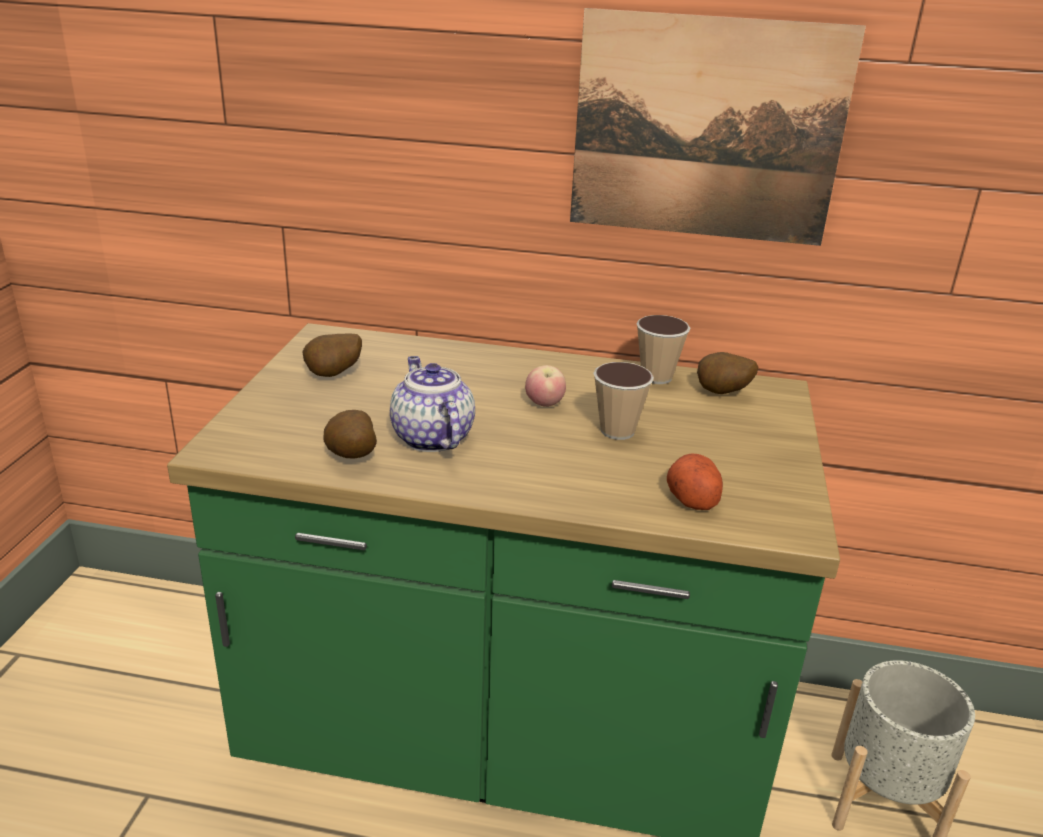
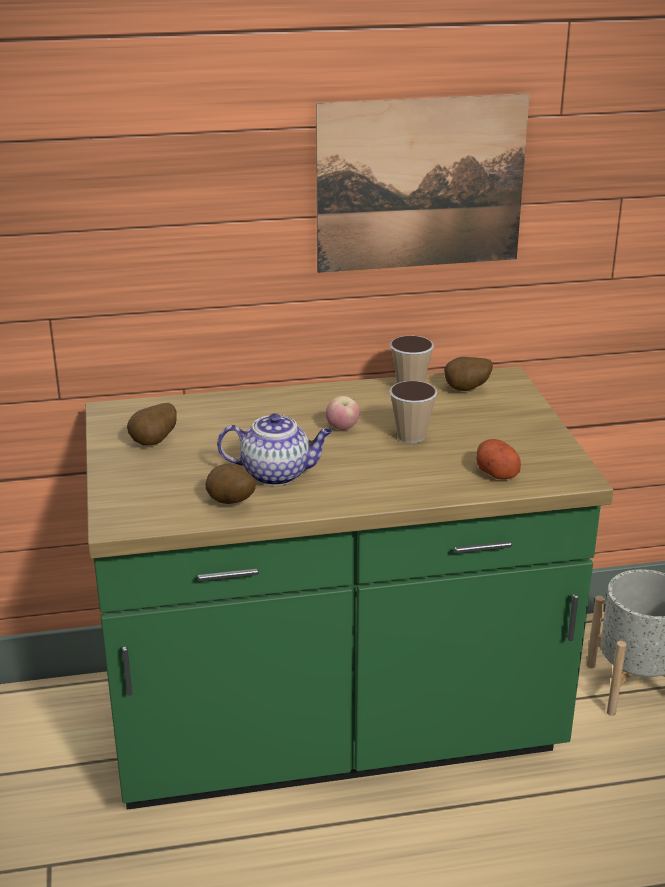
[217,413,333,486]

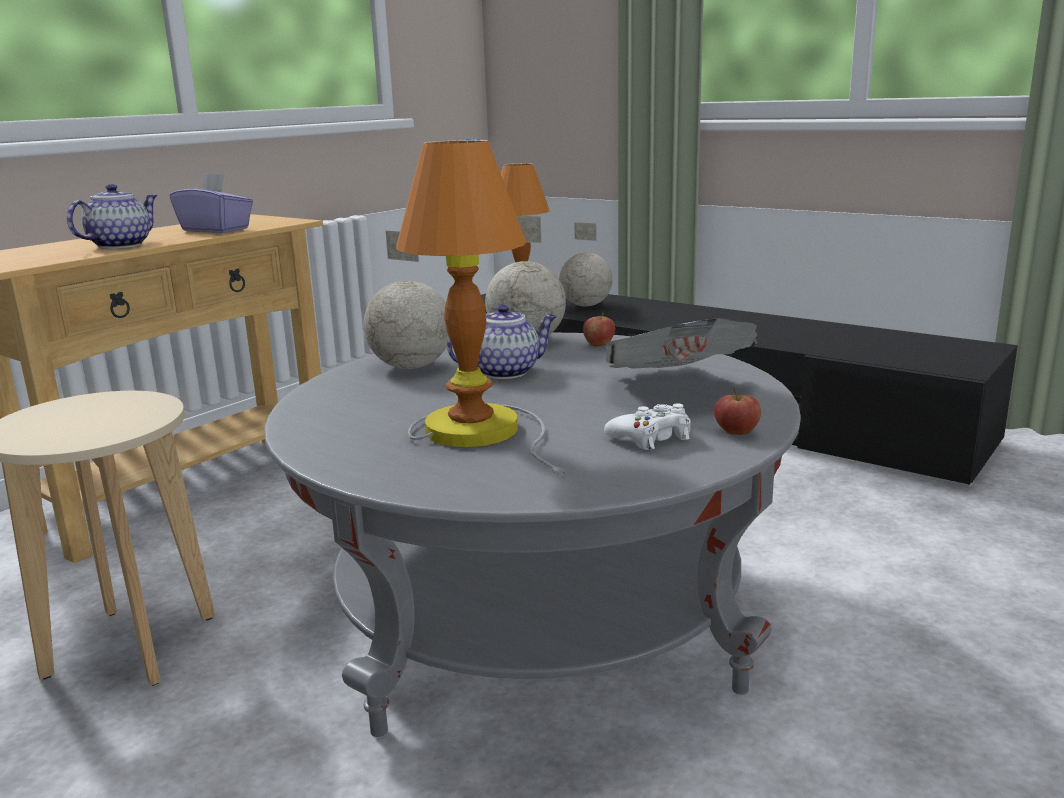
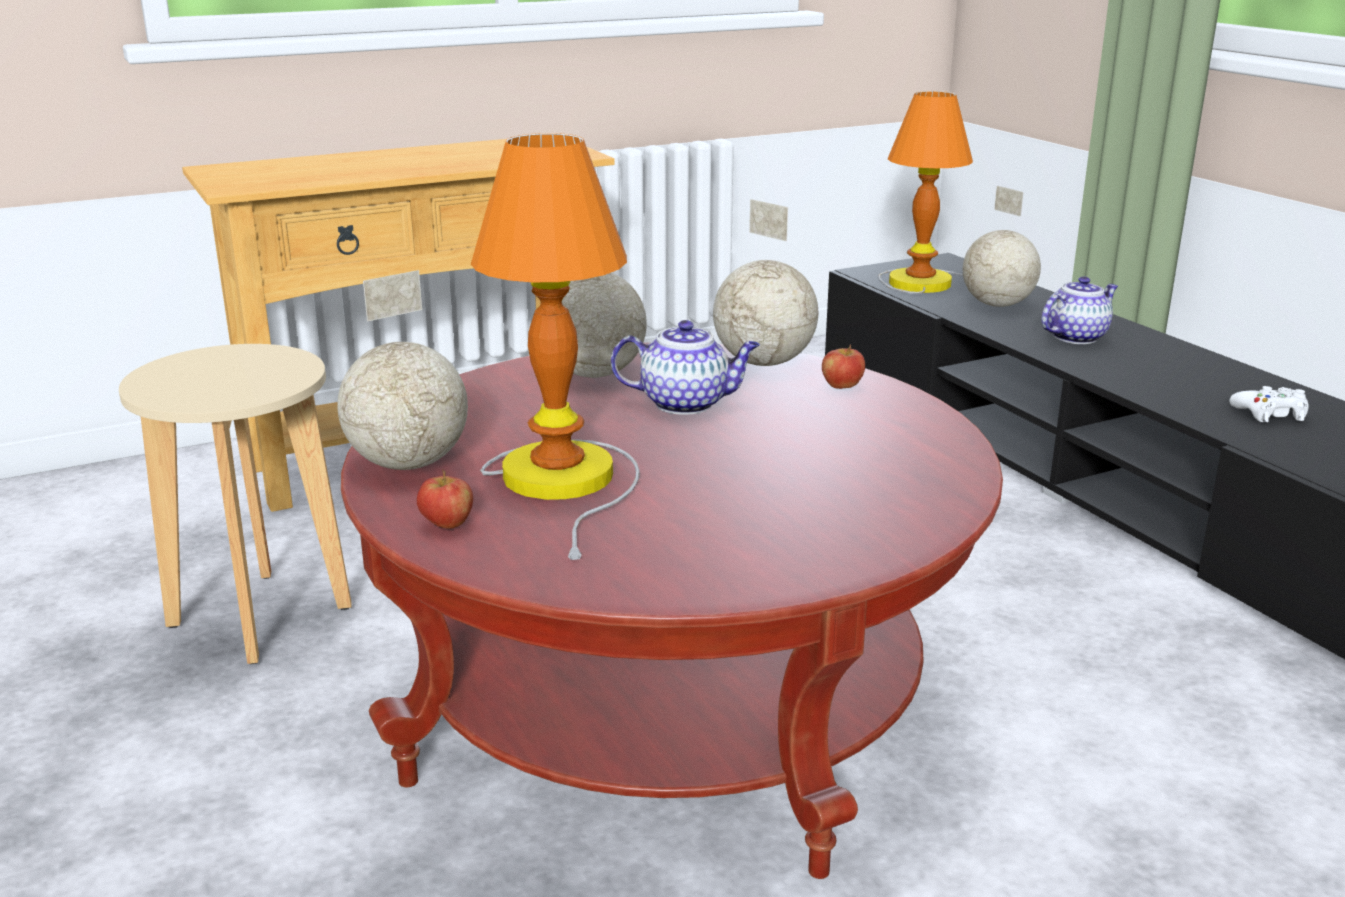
[170,173,253,233] (first image)
[606,318,757,369] (first image)
[337,270,468,470]
[1041,276,1118,344]
[1229,386,1309,422]
[417,469,473,529]
[341,343,1003,879]

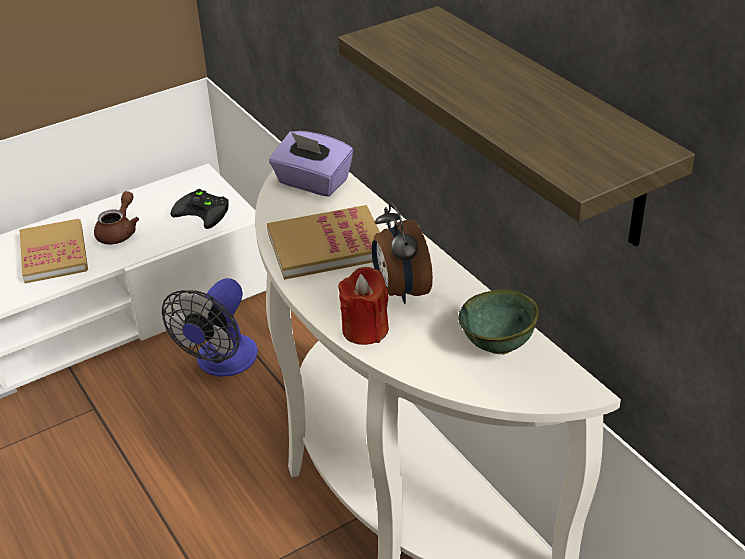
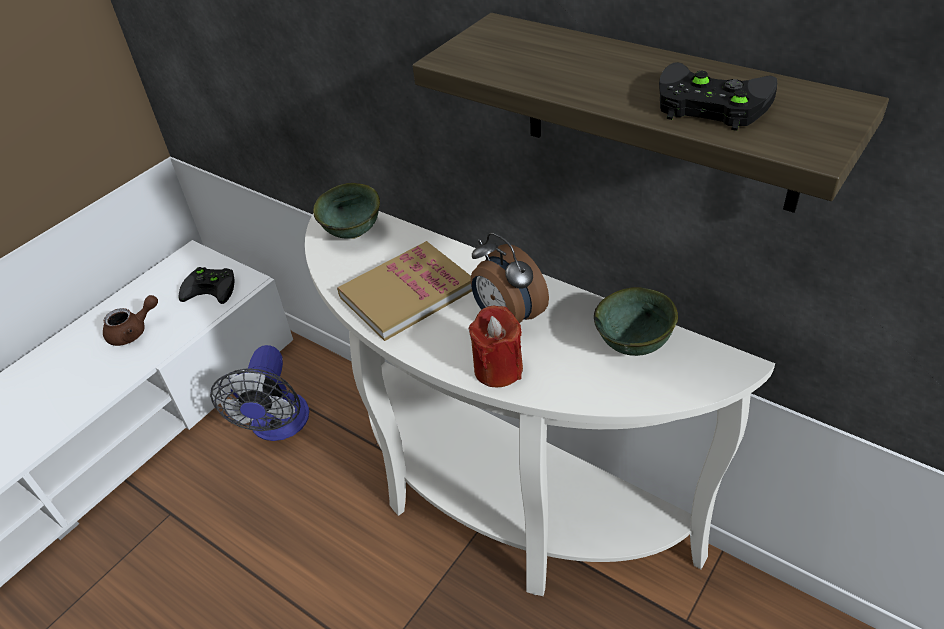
[20,219,88,283] (first image)
[659,62,777,131]
[313,183,380,239]
[103,295,158,346]

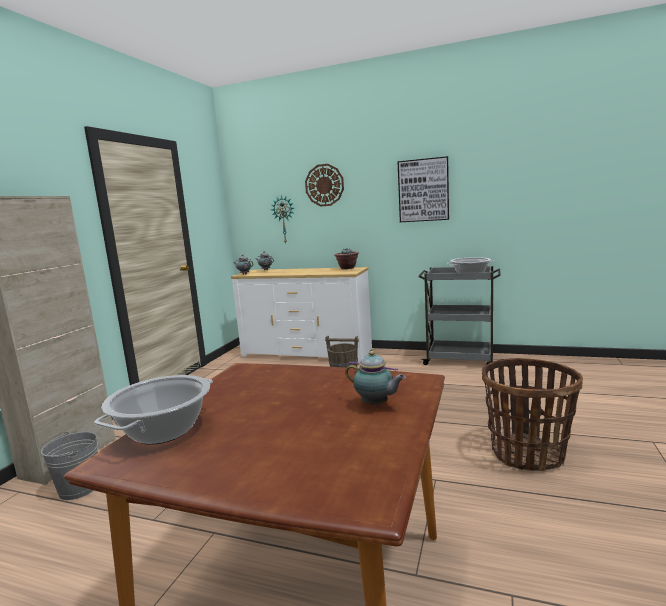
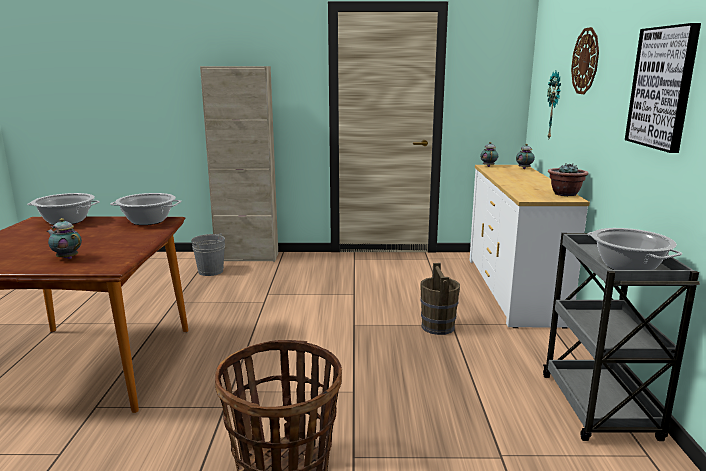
[110,193,182,225]
[47,218,82,259]

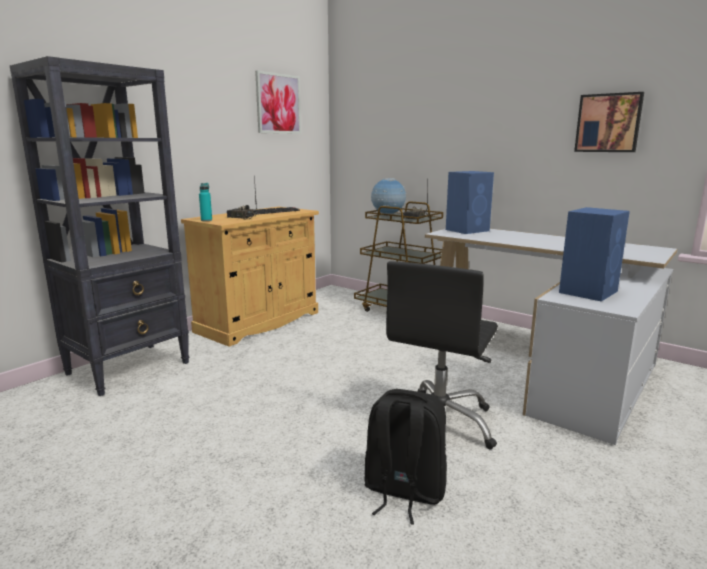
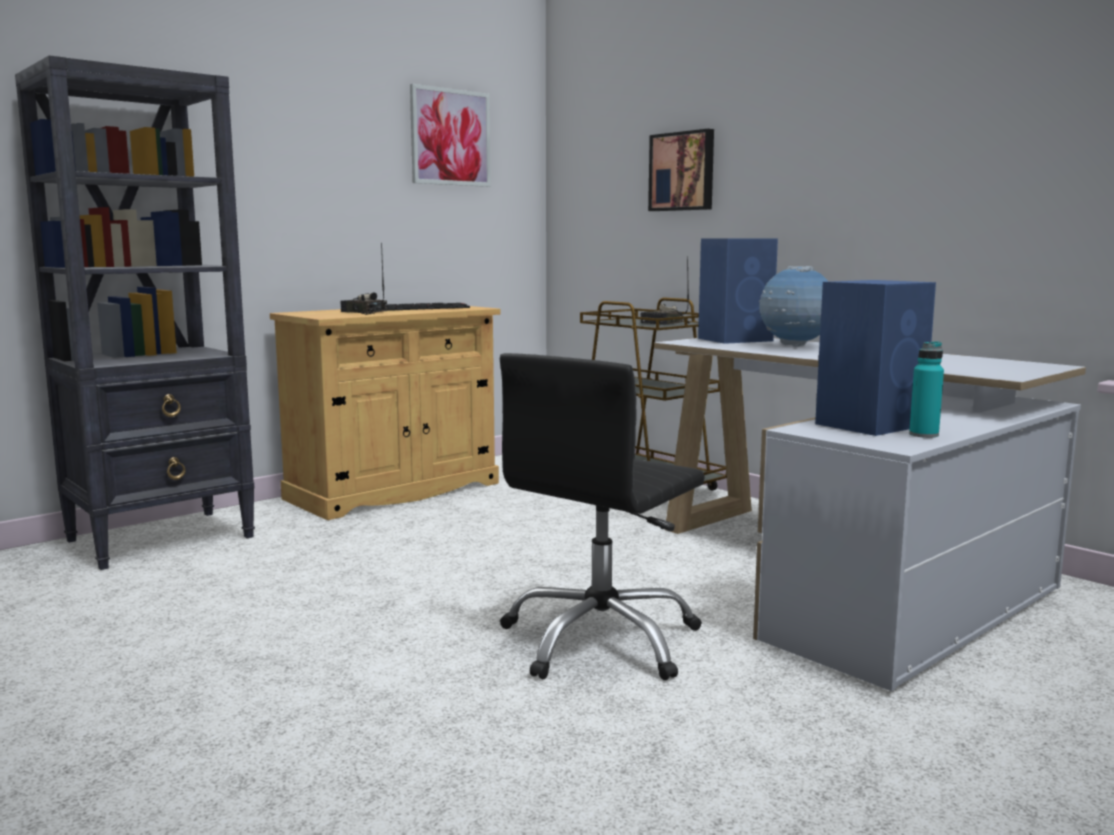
[364,389,447,524] (first image)
[909,341,944,438]
[759,266,829,347]
[648,129,714,211]

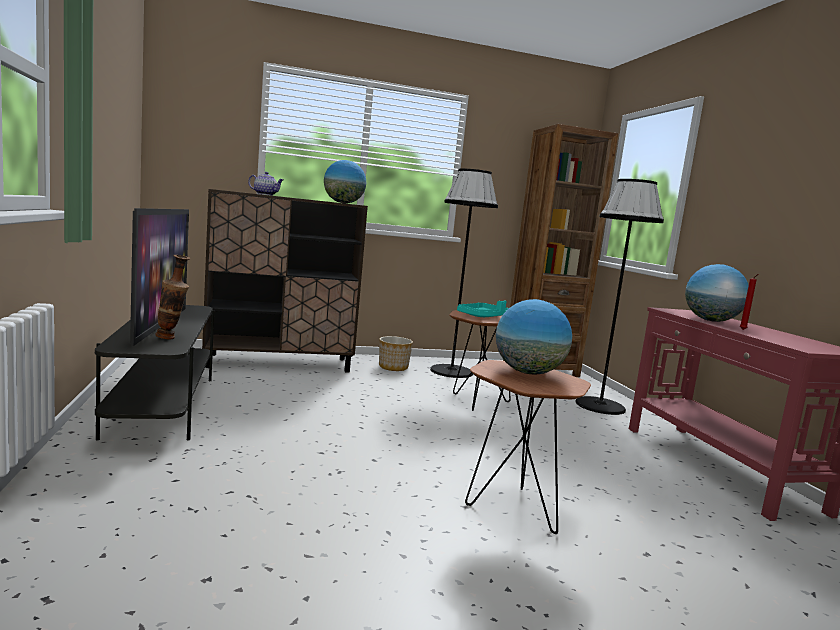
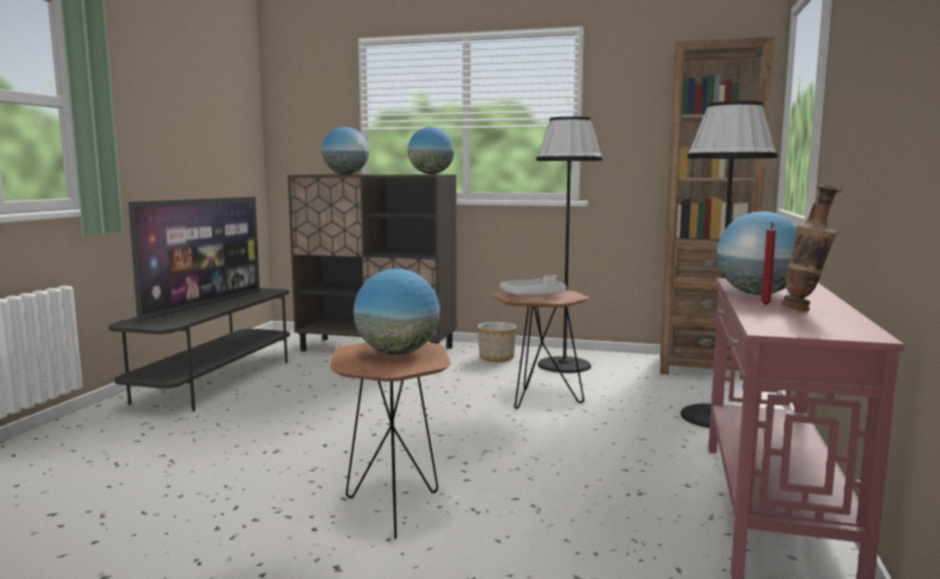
[781,185,842,312]
[322,127,369,174]
[500,275,567,296]

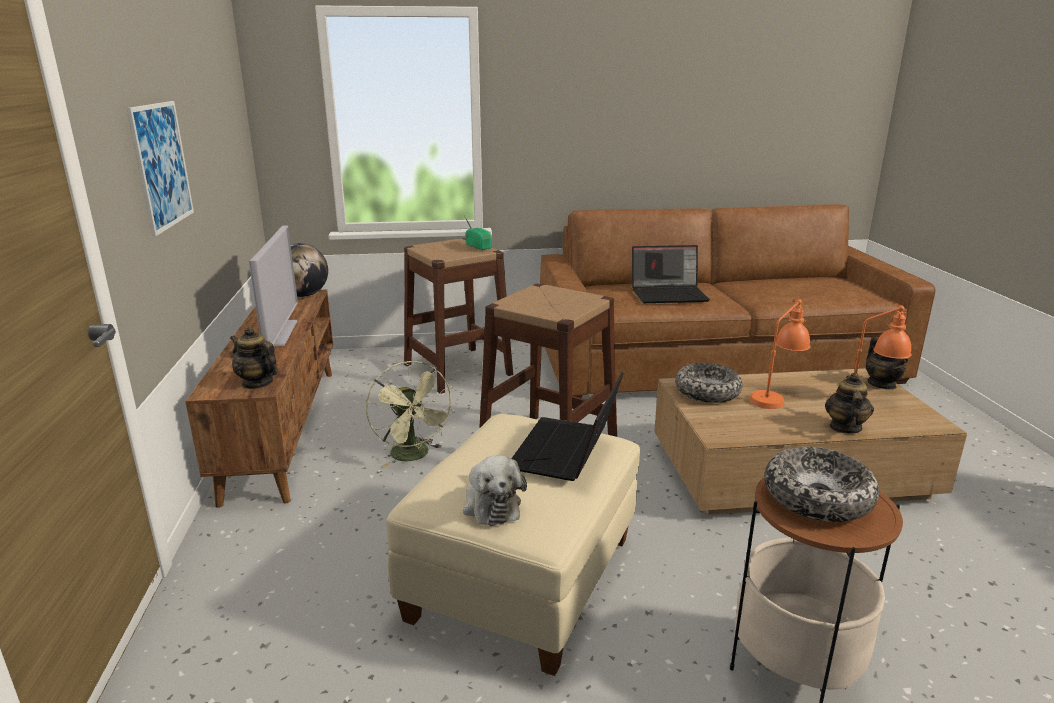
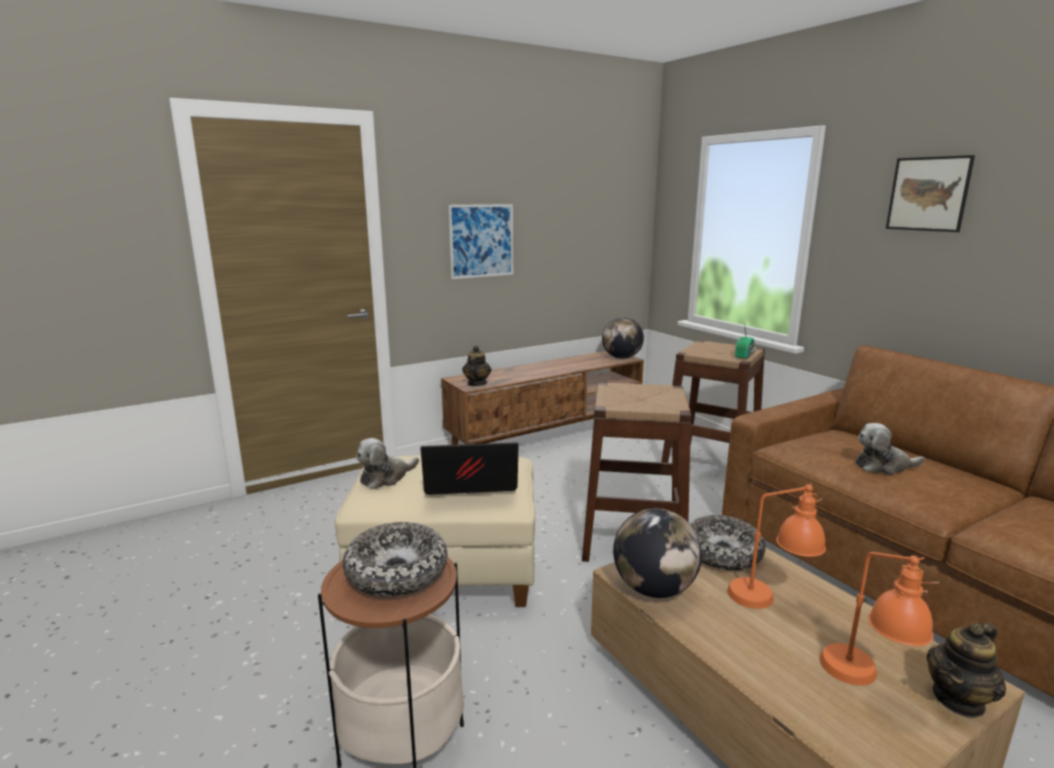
[249,225,298,346] (first image)
[366,361,455,467] (first image)
[825,373,874,434] (first image)
[613,508,702,598]
[886,155,975,232]
[856,423,925,475]

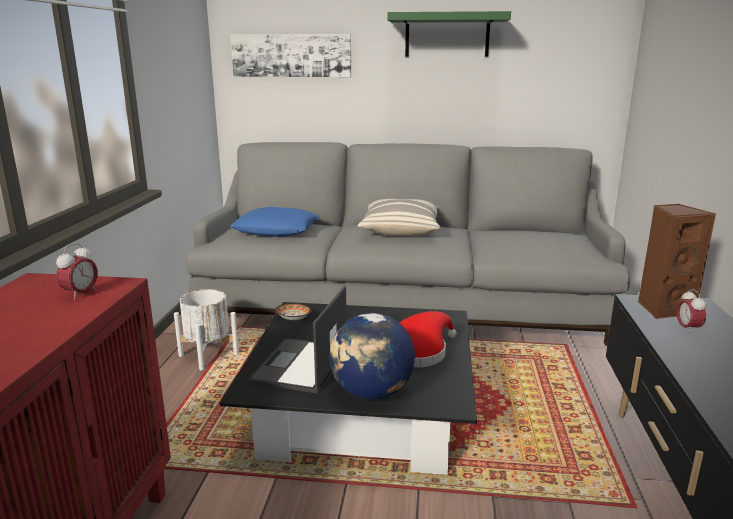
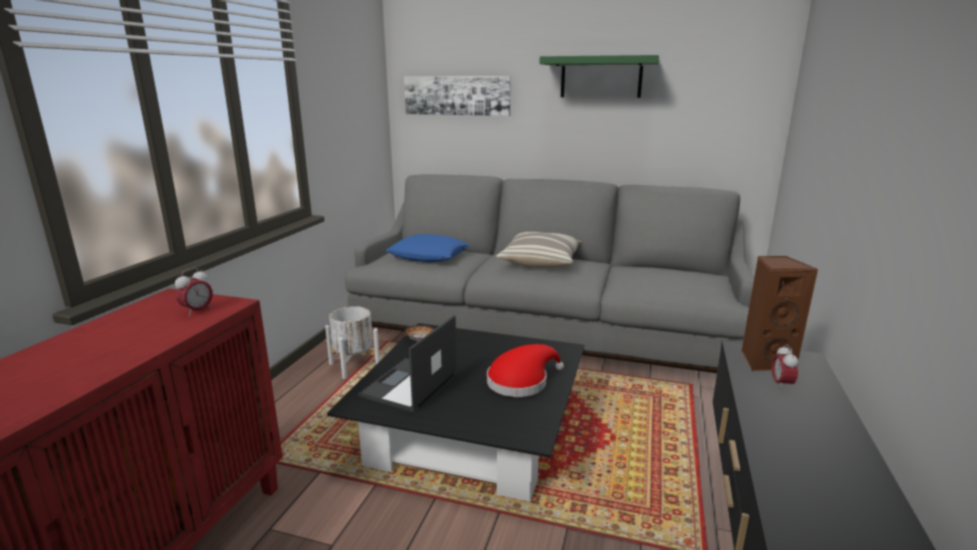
[330,313,415,400] (first image)

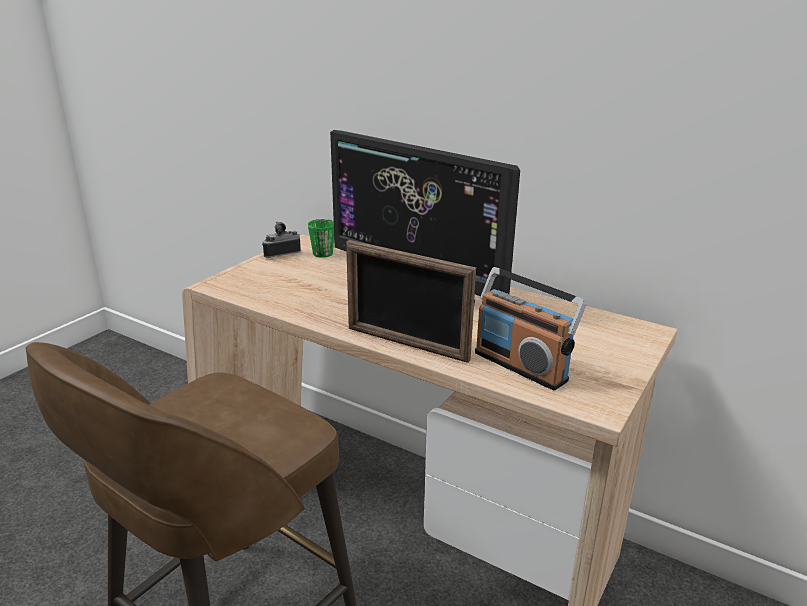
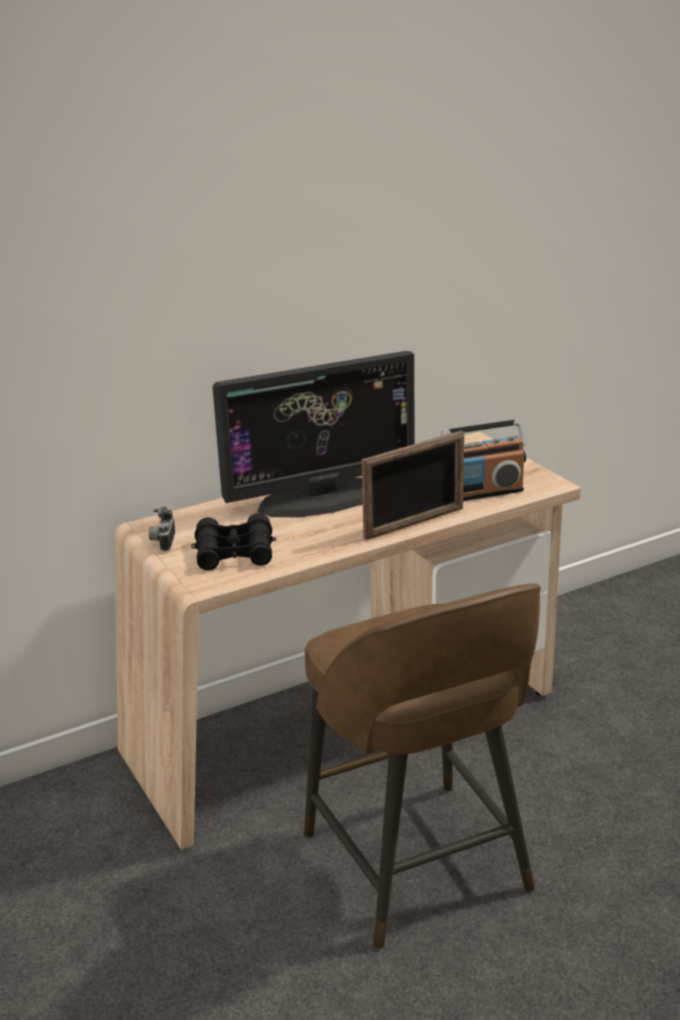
[308,219,334,258] (first image)
[191,513,276,570]

